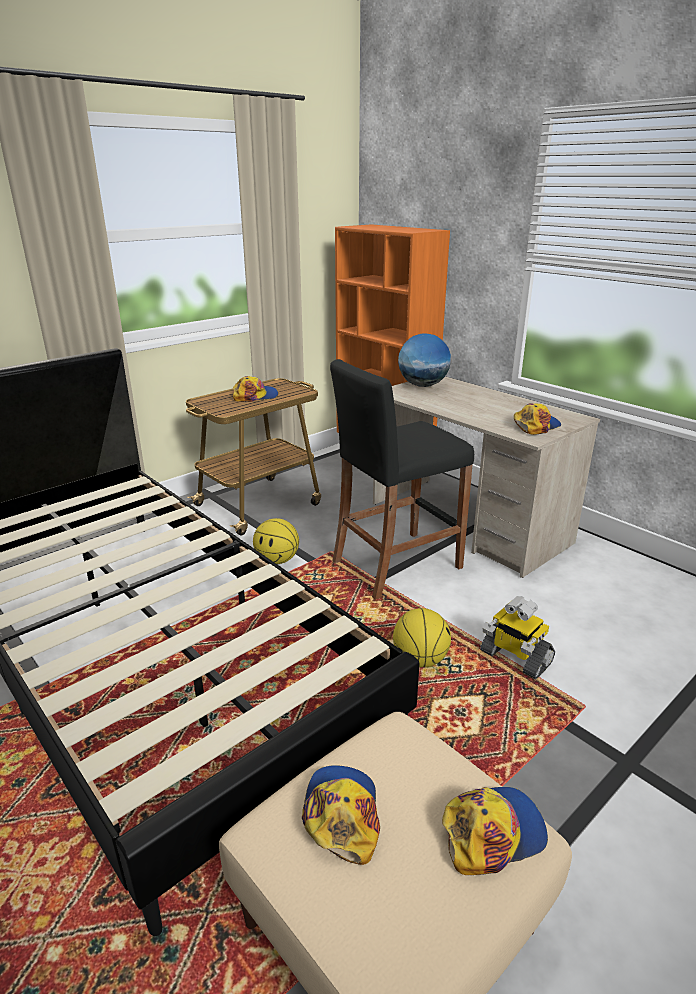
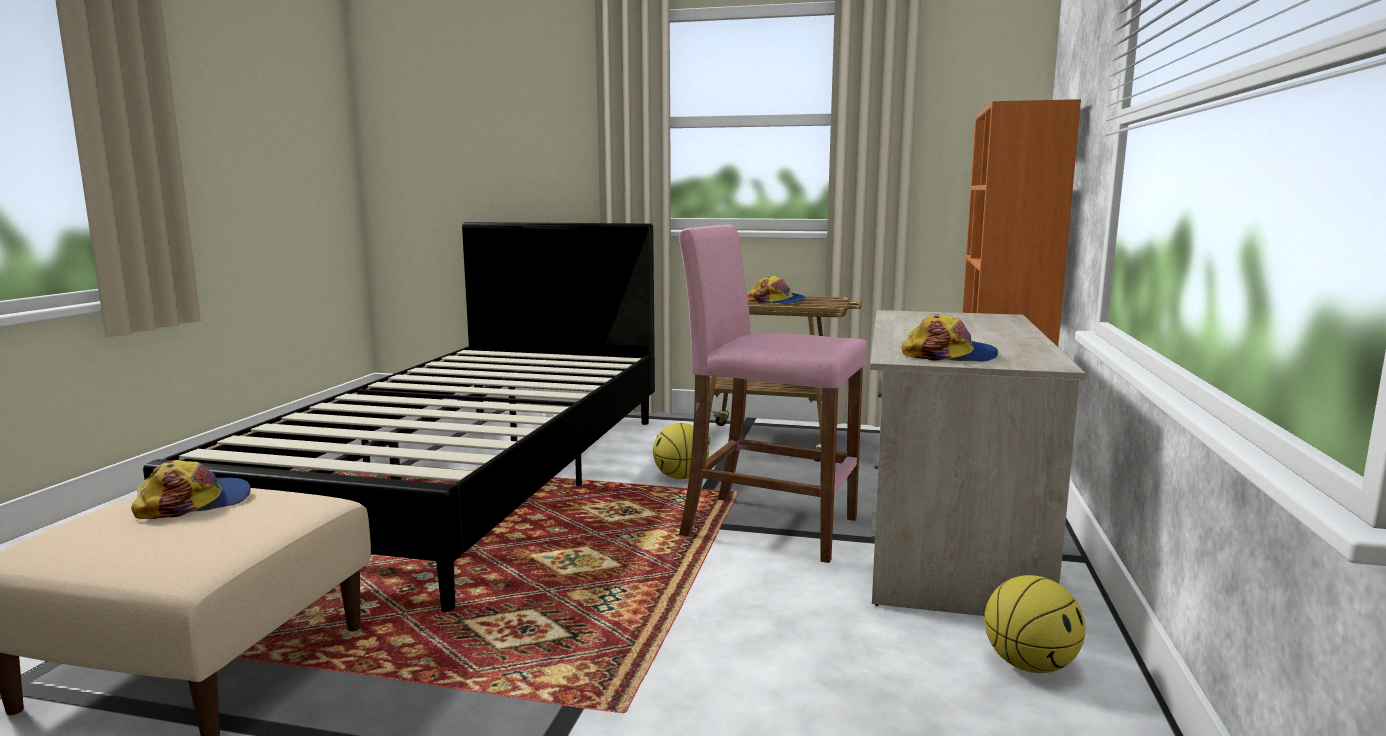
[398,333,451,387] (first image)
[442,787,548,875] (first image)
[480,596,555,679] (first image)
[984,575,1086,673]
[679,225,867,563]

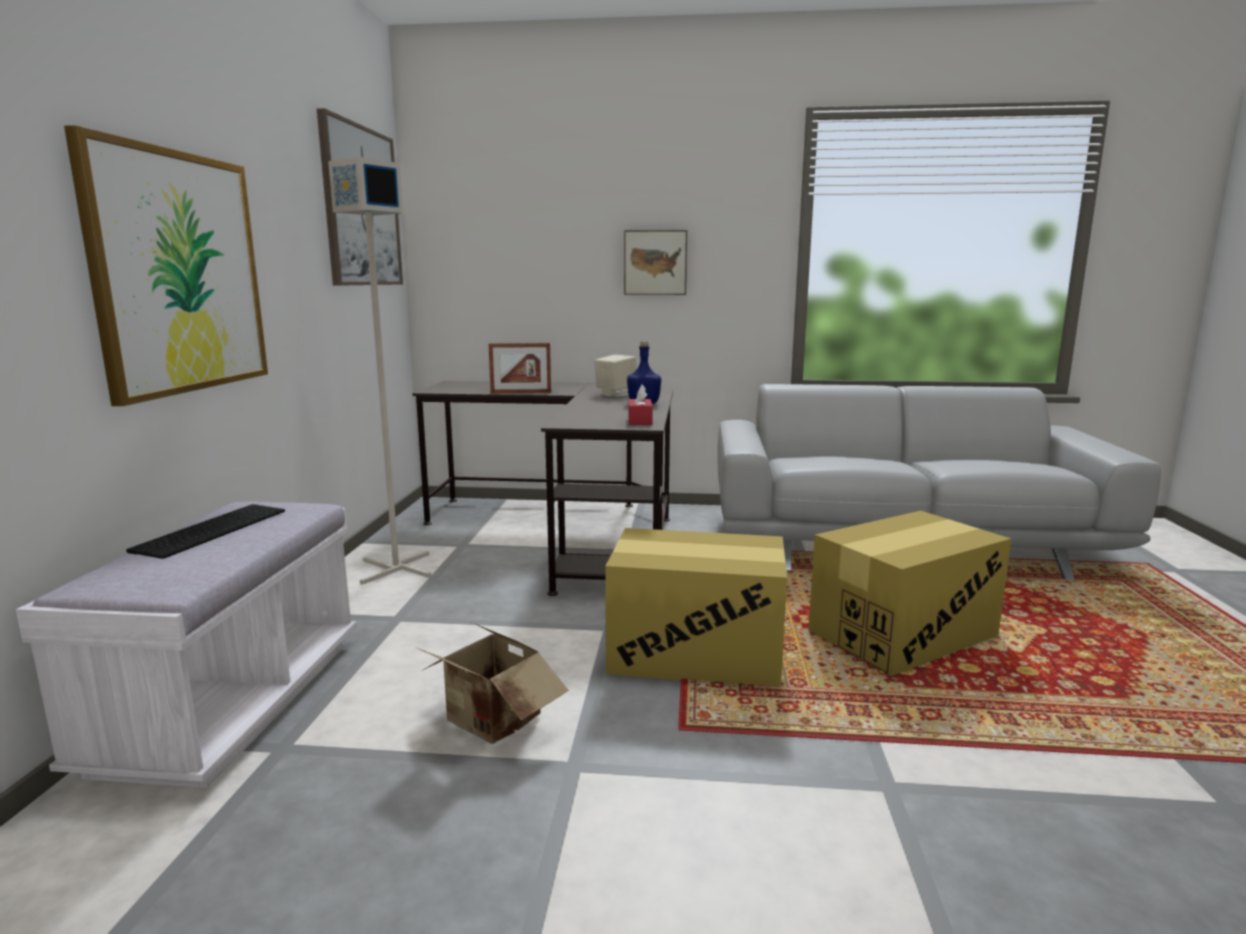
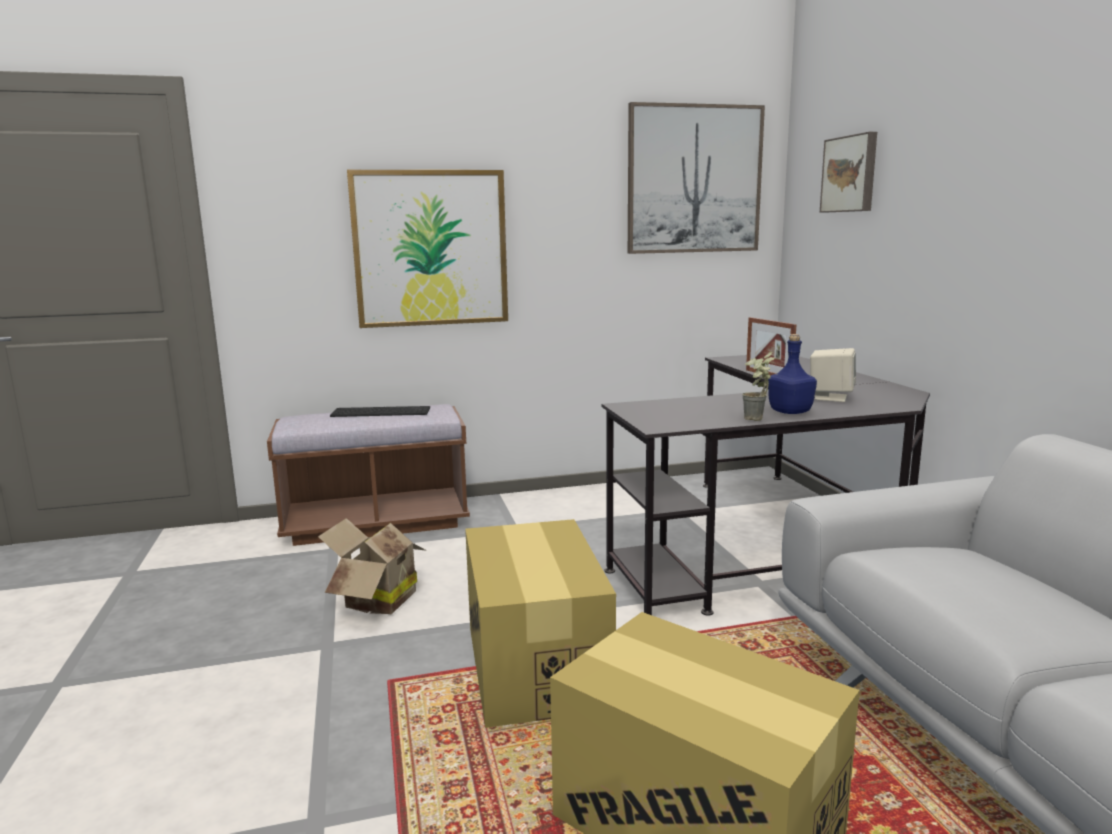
[328,157,431,585] (first image)
[628,385,653,425] (first image)
[742,351,774,421]
[820,132,877,213]
[267,404,470,546]

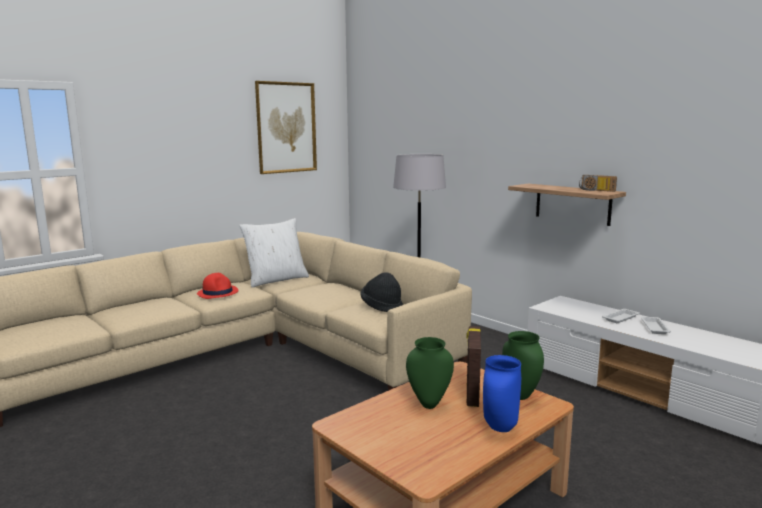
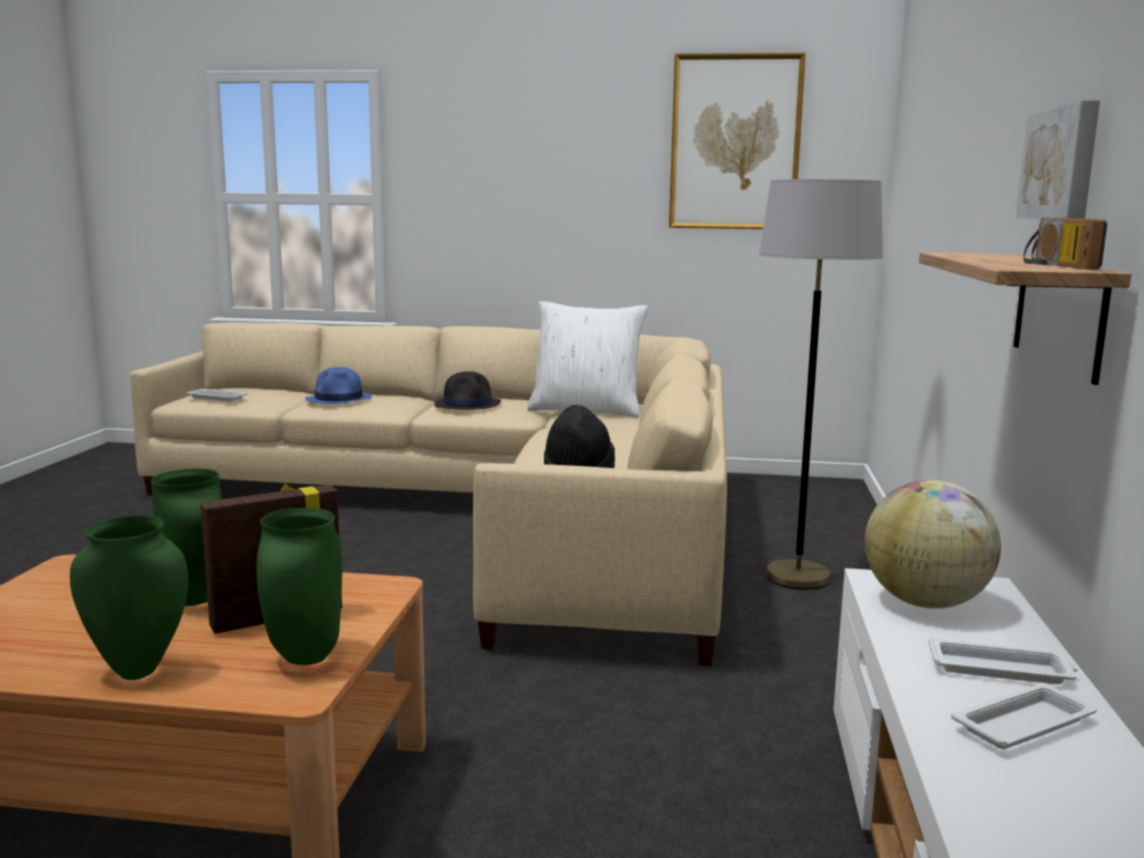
[187,389,248,402]
[305,367,372,404]
[865,480,1001,609]
[1016,100,1100,219]
[434,371,501,410]
[70,515,188,680]

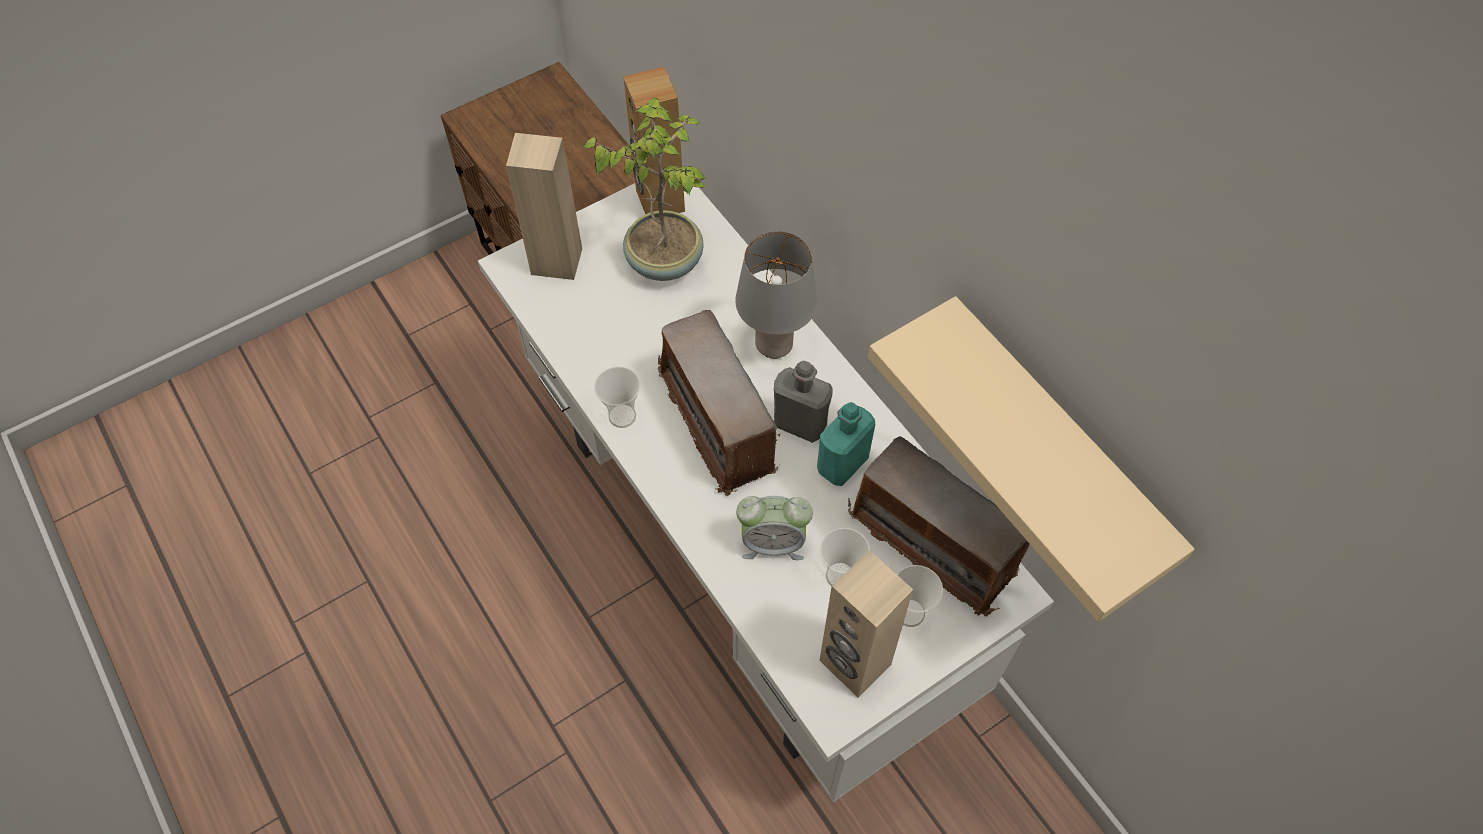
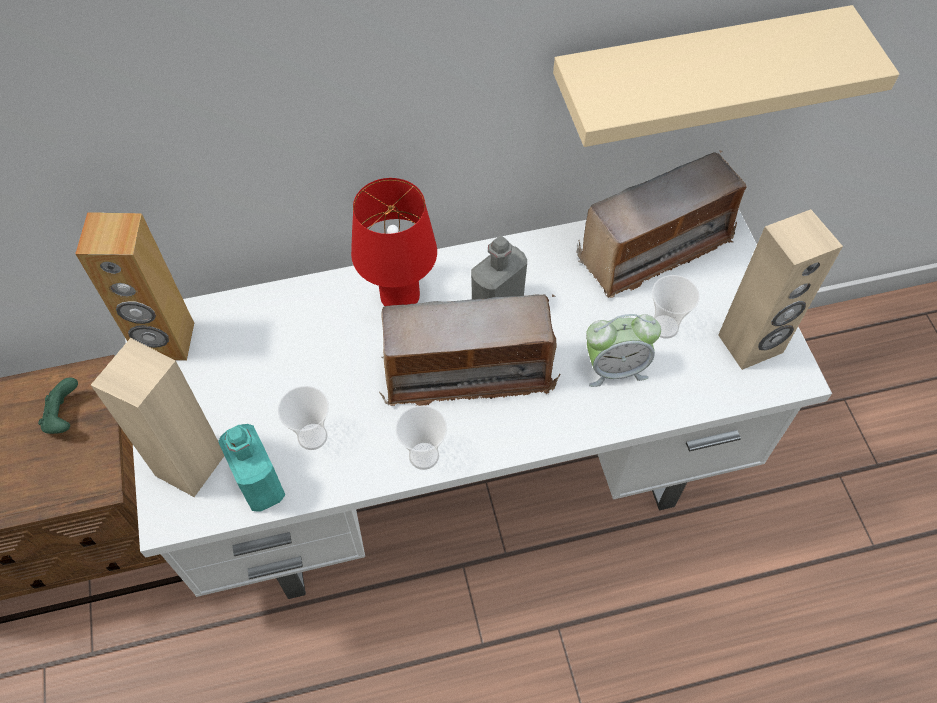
[582,97,707,281] (first image)
[38,377,78,434]
[218,424,285,512]
[278,386,329,450]
[351,178,437,306]
[586,314,661,387]

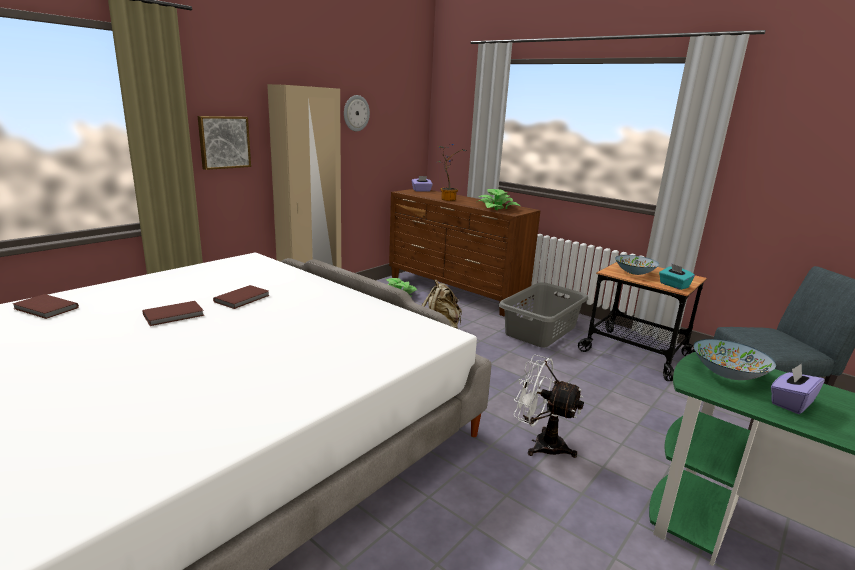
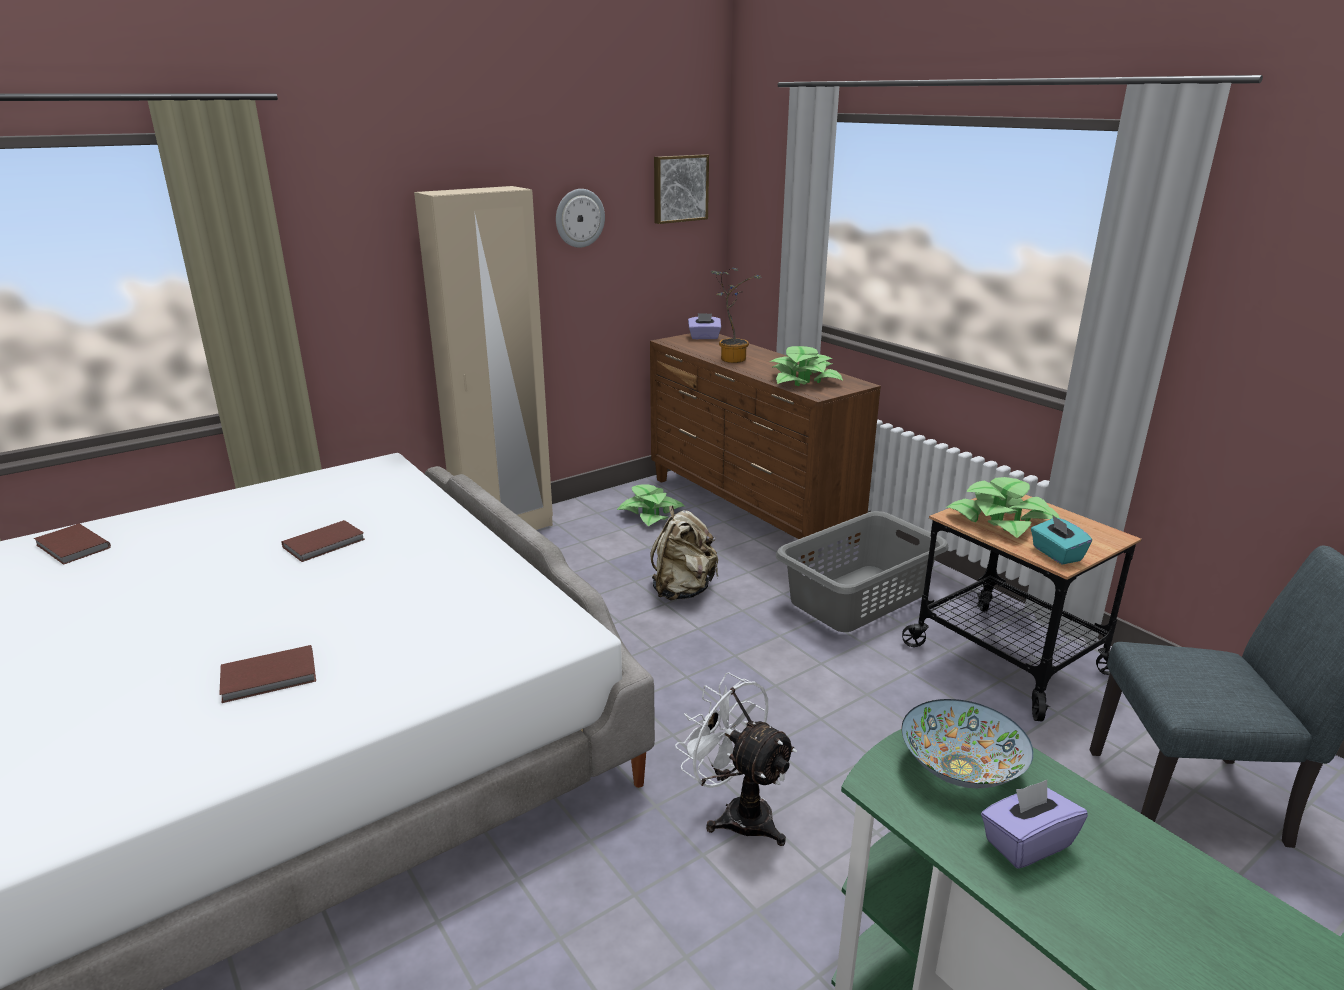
[219,645,316,703]
[654,154,709,224]
[945,477,1060,538]

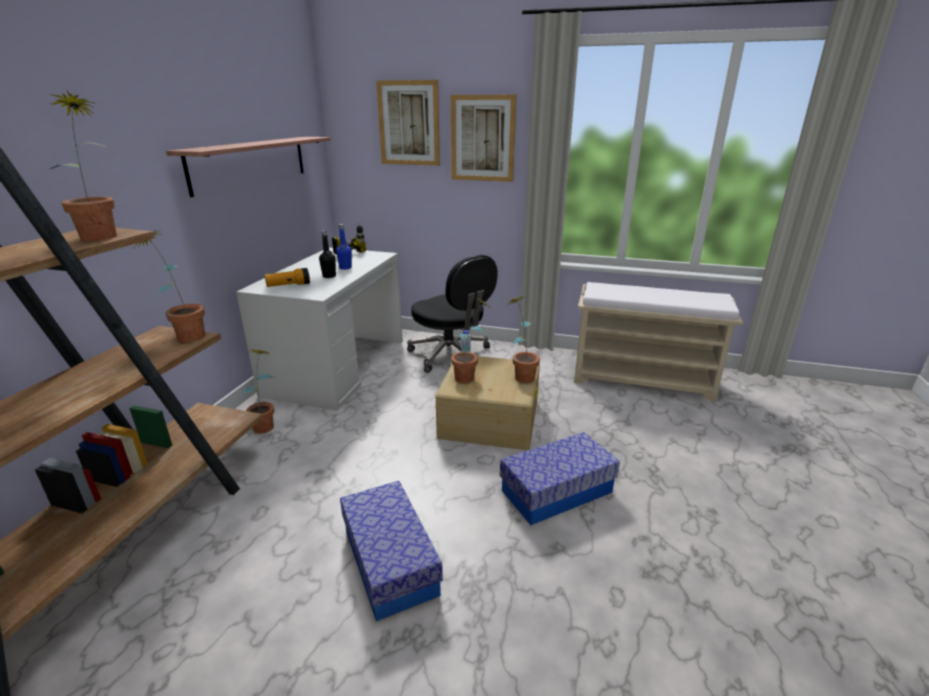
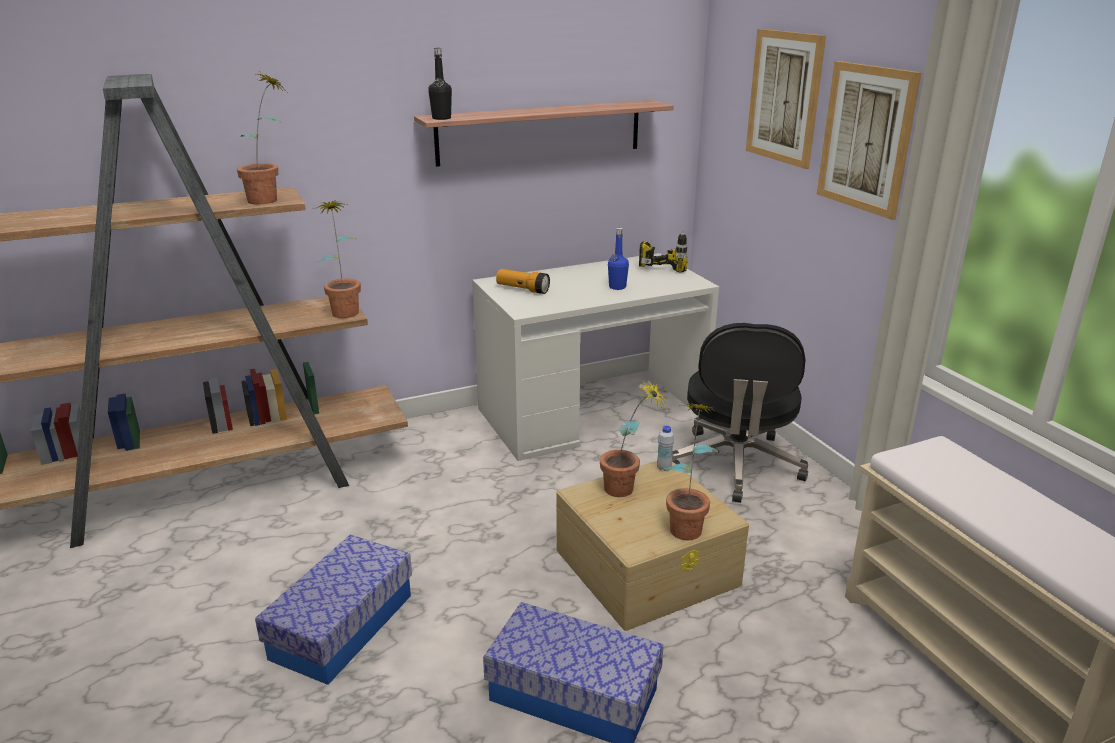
[241,350,275,434] (first image)
[428,48,452,120]

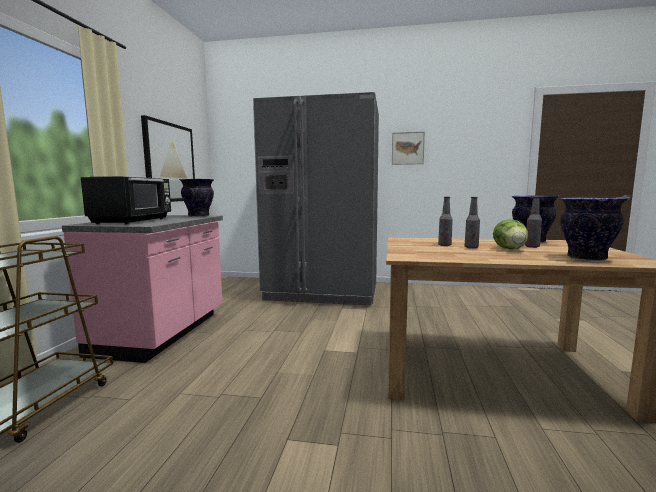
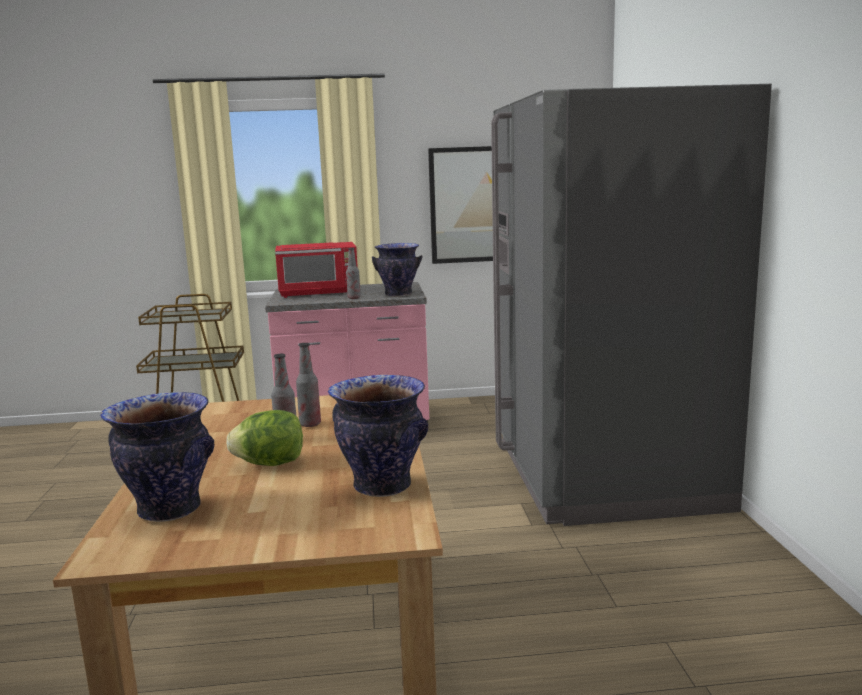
[392,131,425,165] (first image)
[346,248,361,299]
[275,242,358,298]

